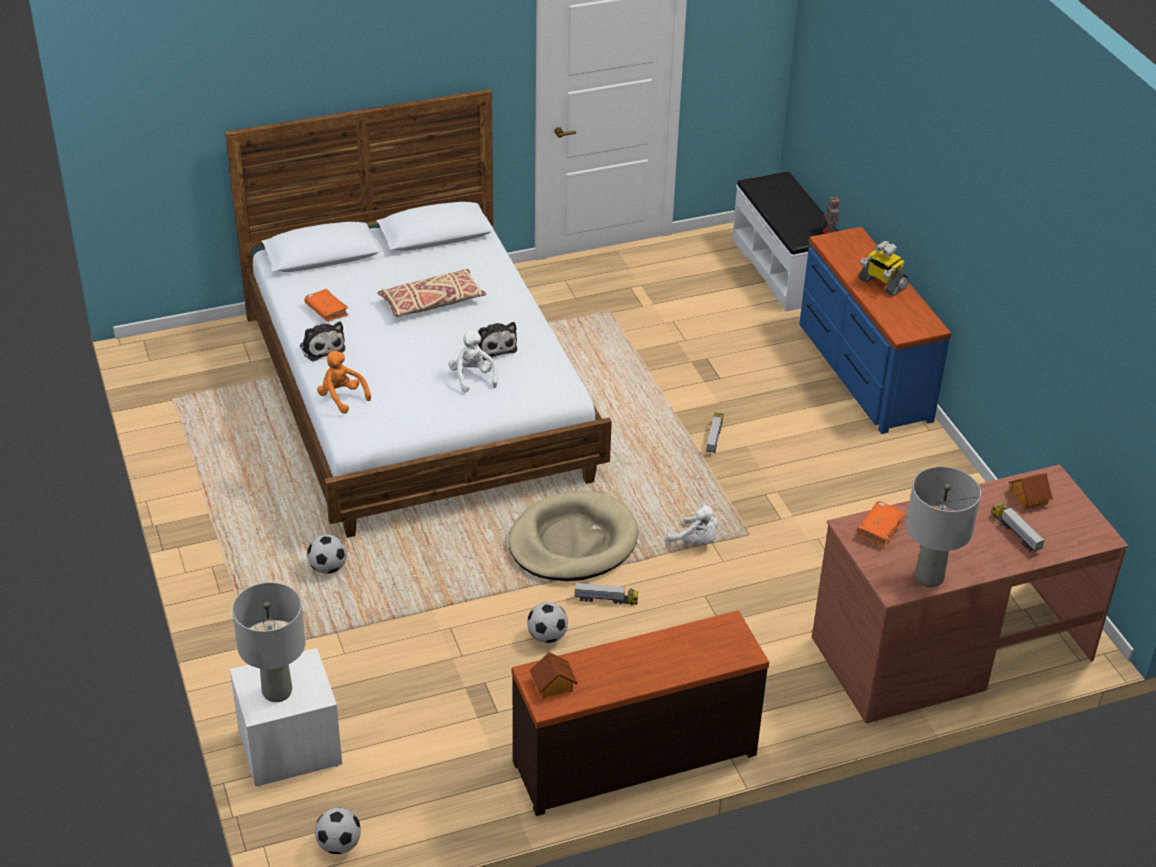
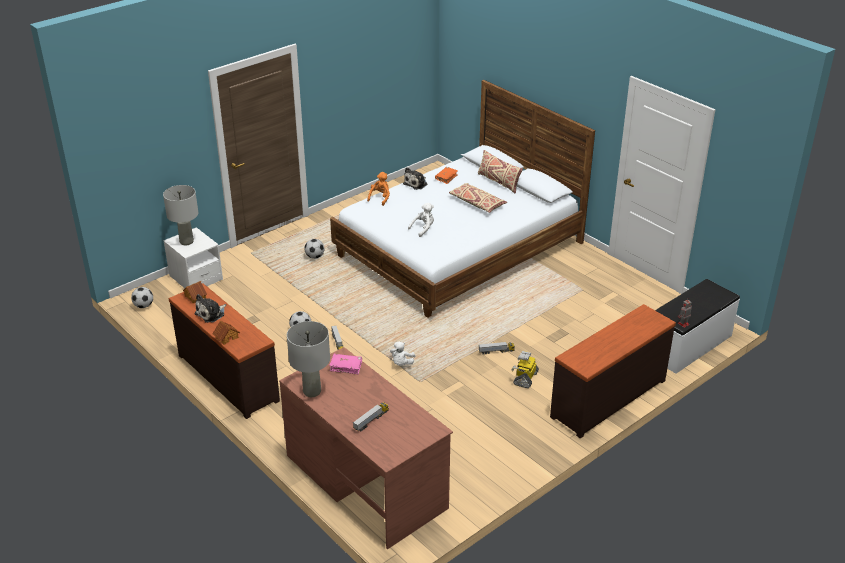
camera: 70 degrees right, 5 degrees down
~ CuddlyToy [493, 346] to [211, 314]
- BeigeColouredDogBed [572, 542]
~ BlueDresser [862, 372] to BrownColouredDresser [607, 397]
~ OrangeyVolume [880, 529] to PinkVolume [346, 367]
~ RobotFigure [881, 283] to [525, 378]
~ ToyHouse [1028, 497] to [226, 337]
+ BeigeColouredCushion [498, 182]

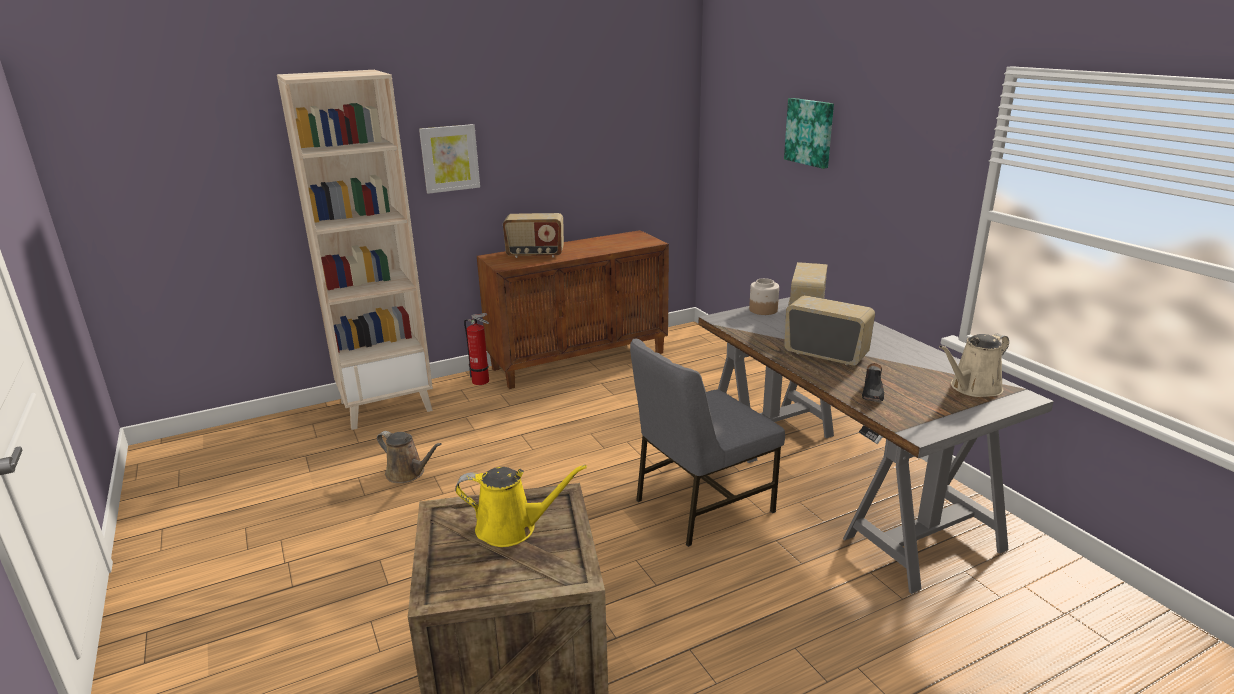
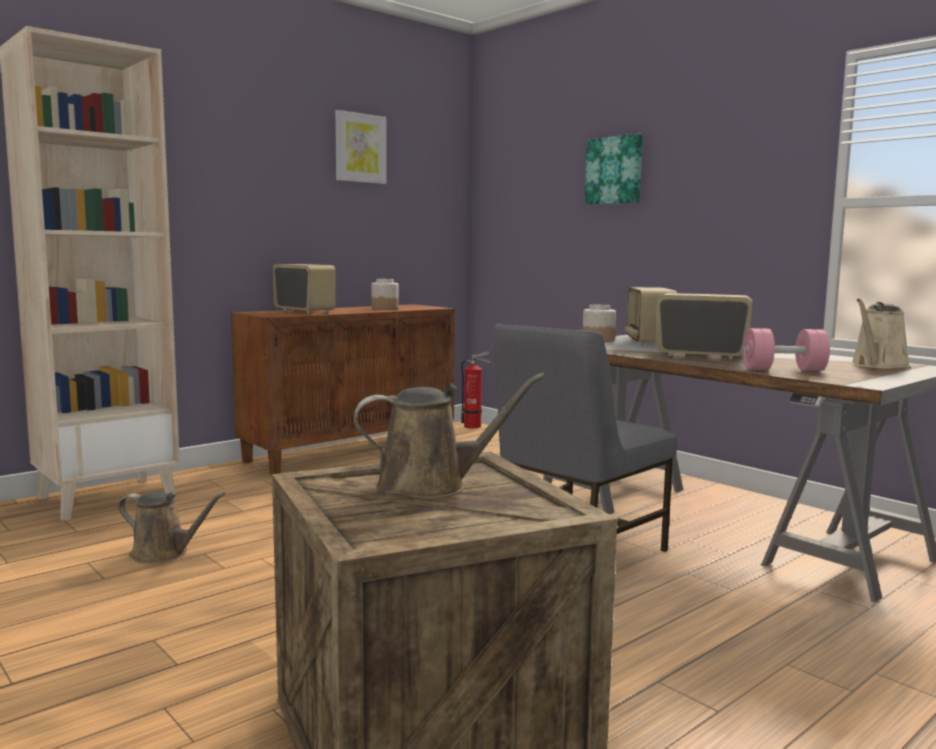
camera: 15 degrees left, 15 degrees down
~ WallPicture [449, 158] to [360, 148]
~ YellowishSprinklingCan [512, 528] to BrownColouredSprinklingCan [431, 485]
~ FireFightingCylinder [482, 381] to [475, 426]
~ RadioSet [535, 254] = [305, 311] 120 degrees counterclockwise
~ BlackLowShoe [872, 394] to PinkHandWeight [783, 370]
+ StorageJar [385, 308]

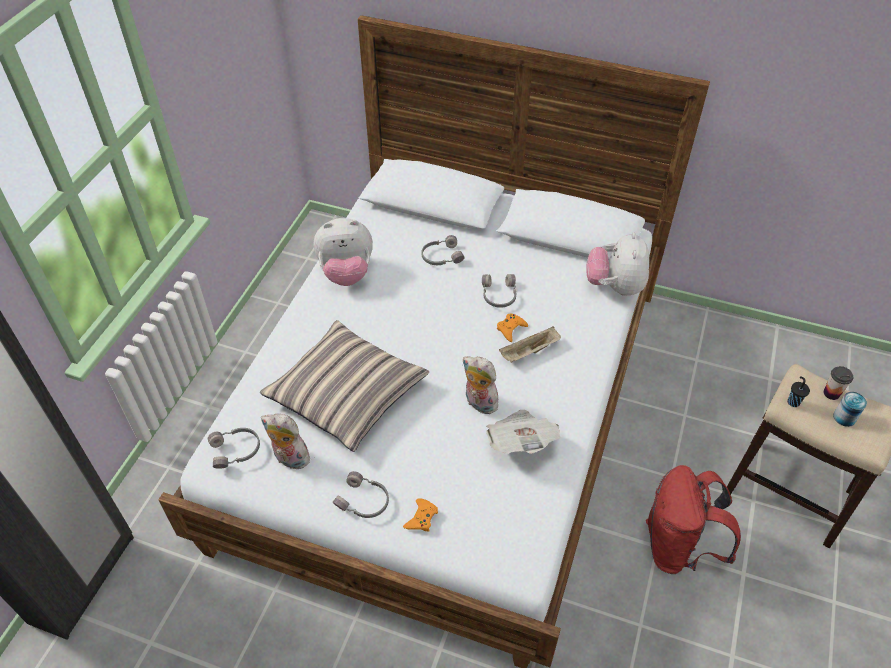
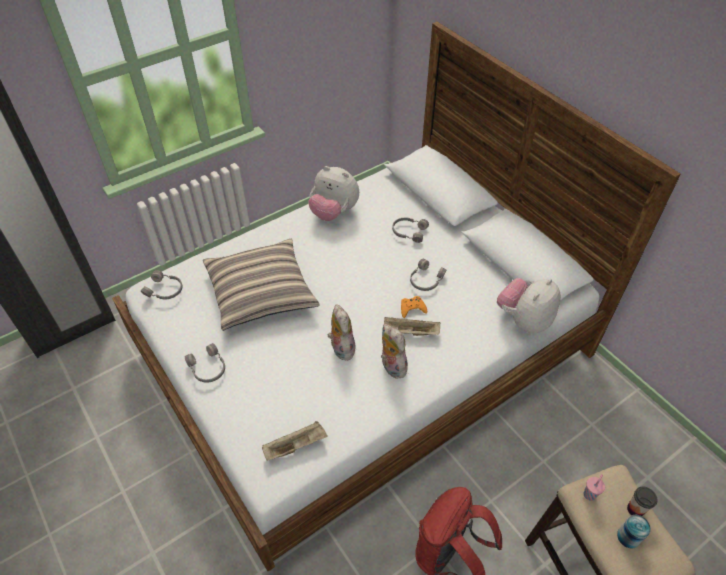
camera: 35 degrees right, 0 degrees up
~ CuddlyToy [289, 459] to [391, 366]
- OrangeyGamepad [421, 518]
- Newspaper [520, 442]
~ BlackDrinkingCup [793, 401] to PinkDrinkingCup [589, 494]
+ BeigeColouredServingTray [296, 446]

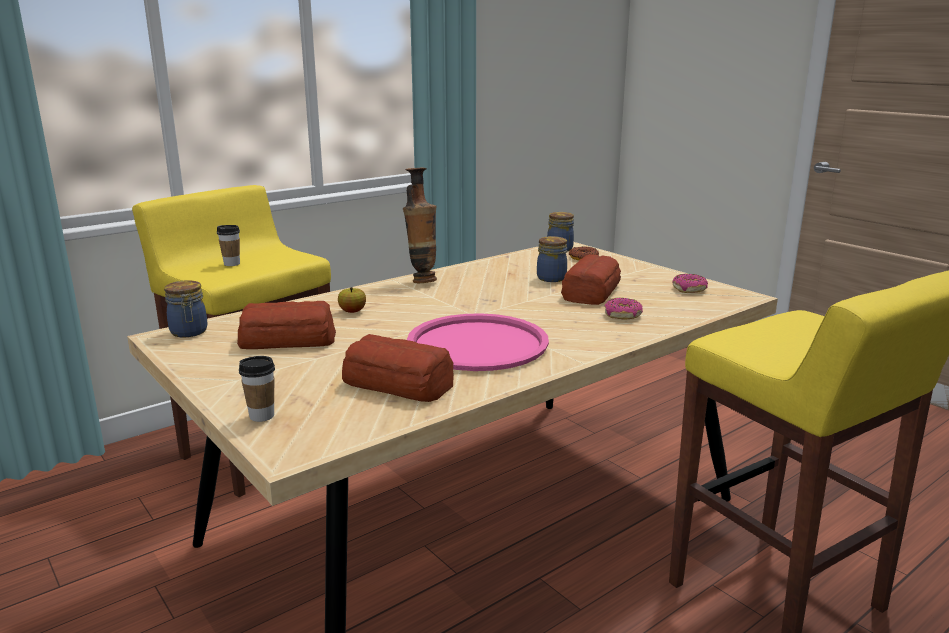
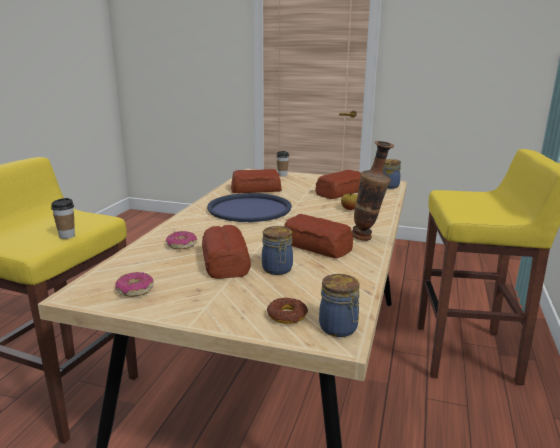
camera: 145 degrees right, 0 degrees up
~ DrinkingCup [232, 264] to [67, 236]
~ PinkServingTray [478, 344] to BlueServingTray [249, 209]
+ BakedBread [317, 246]

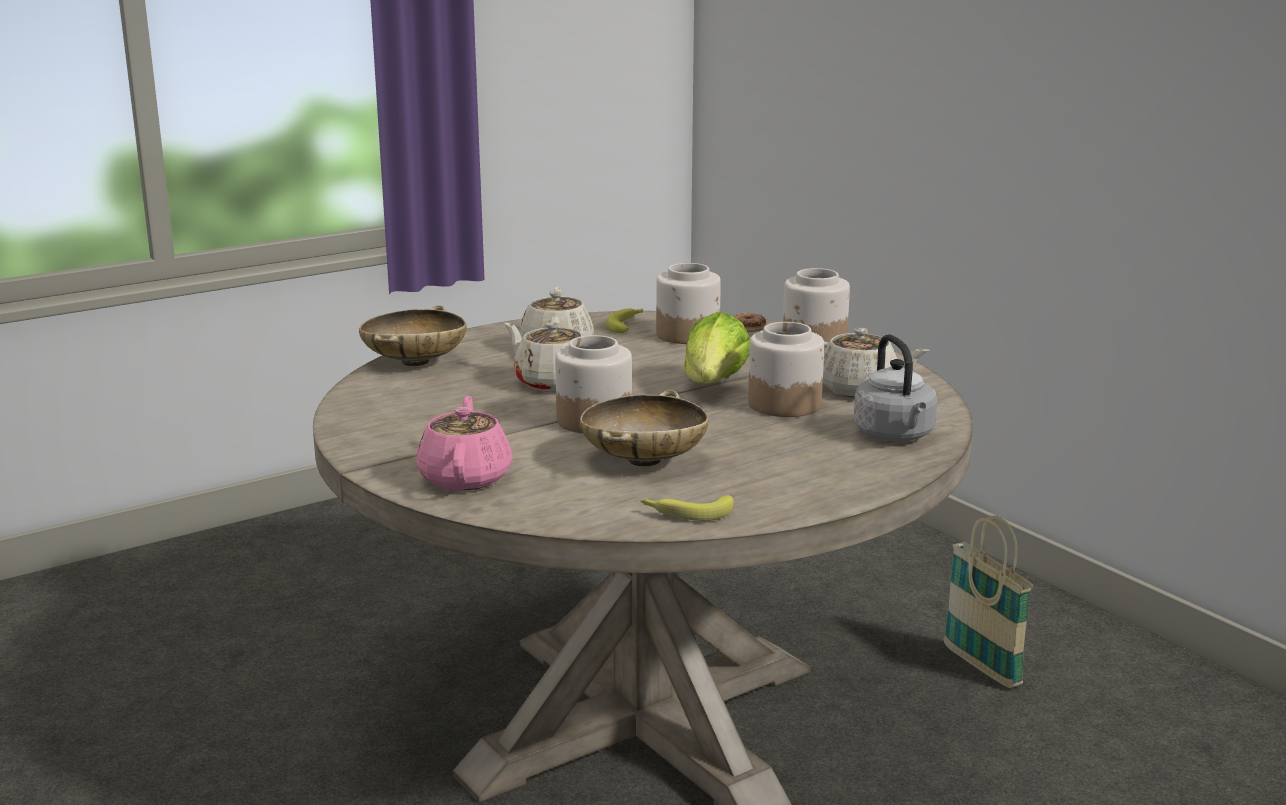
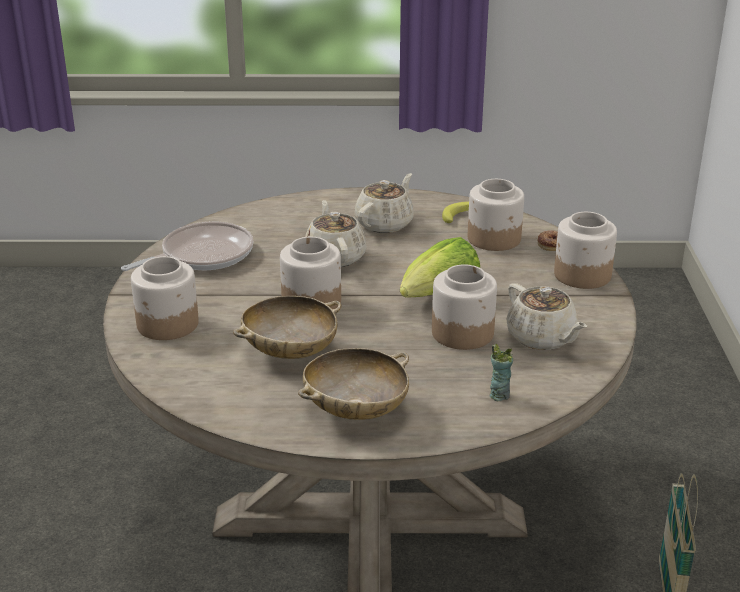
camera: 35 degrees right, 10 degrees up
~ BeigeColouredDeepDish [414, 362] to [355, 410]
~ PinkPotForTea [465, 477] to StorageJar [167, 325]
- WholeBanana [686, 513]
~ GreyishWaterKettle [895, 436] to DrinkingCup [499, 395]
+ Pan [202, 255]

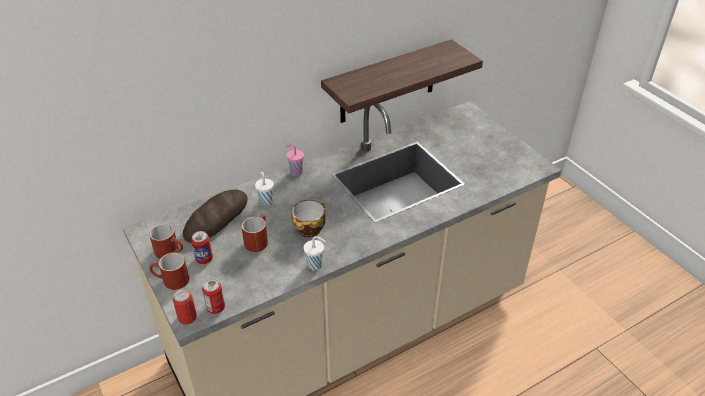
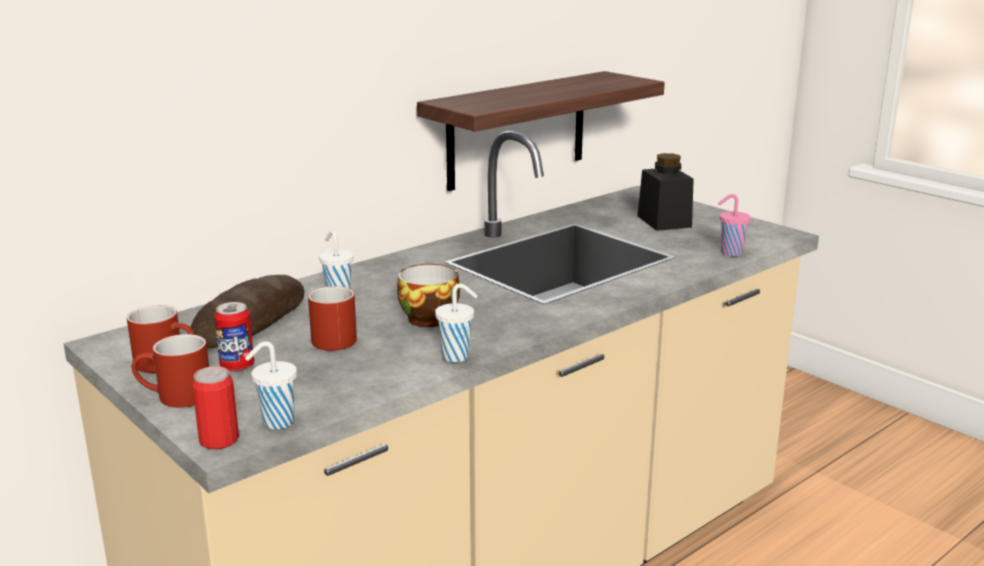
camera: 10 degrees left, 20 degrees down
~ MetalCan [216, 308] to WhitishDrinkingCup [276, 422]
~ PinkDrinkingCup [295, 172] to [730, 253]
+ BlackStorageJar [664, 221]

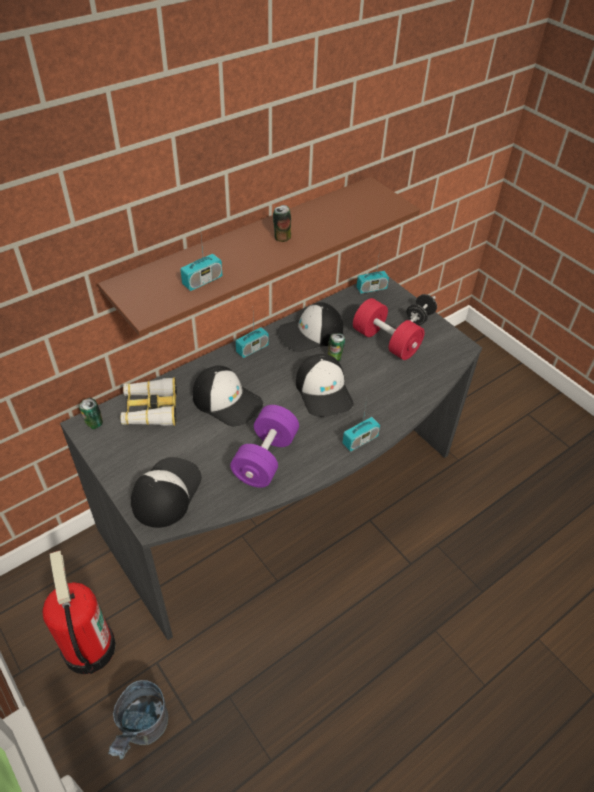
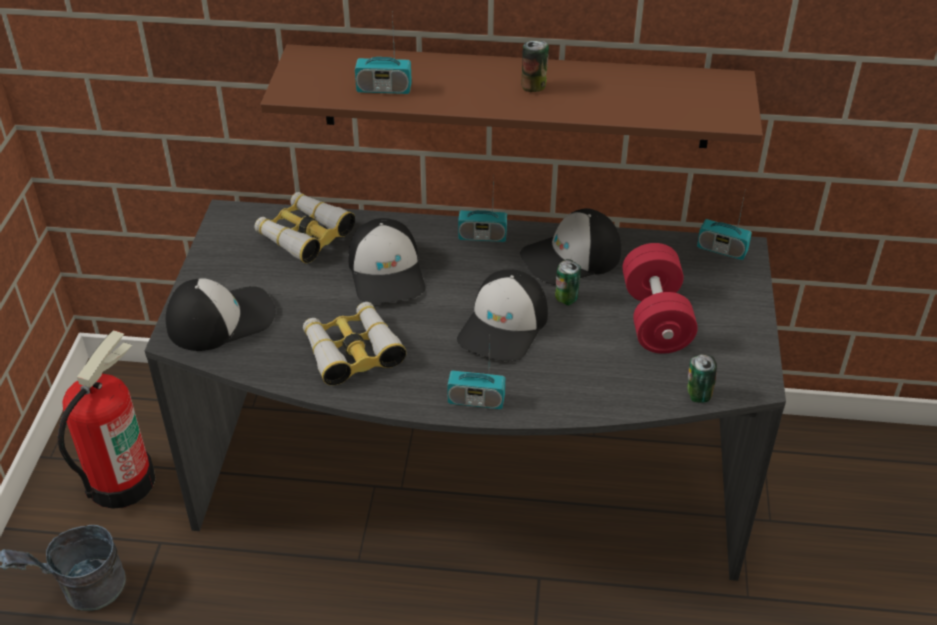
camera: 45 degrees right, 5 degrees down
~ MetalCan [94, 424] to [698, 395]
~ PurpleHandWeight [265, 458] to FieldGlasses [352, 351]
~ PeakedCap [310, 334] = [571, 258] 45 degrees counterclockwise
- BlackHandWeight [419, 318]

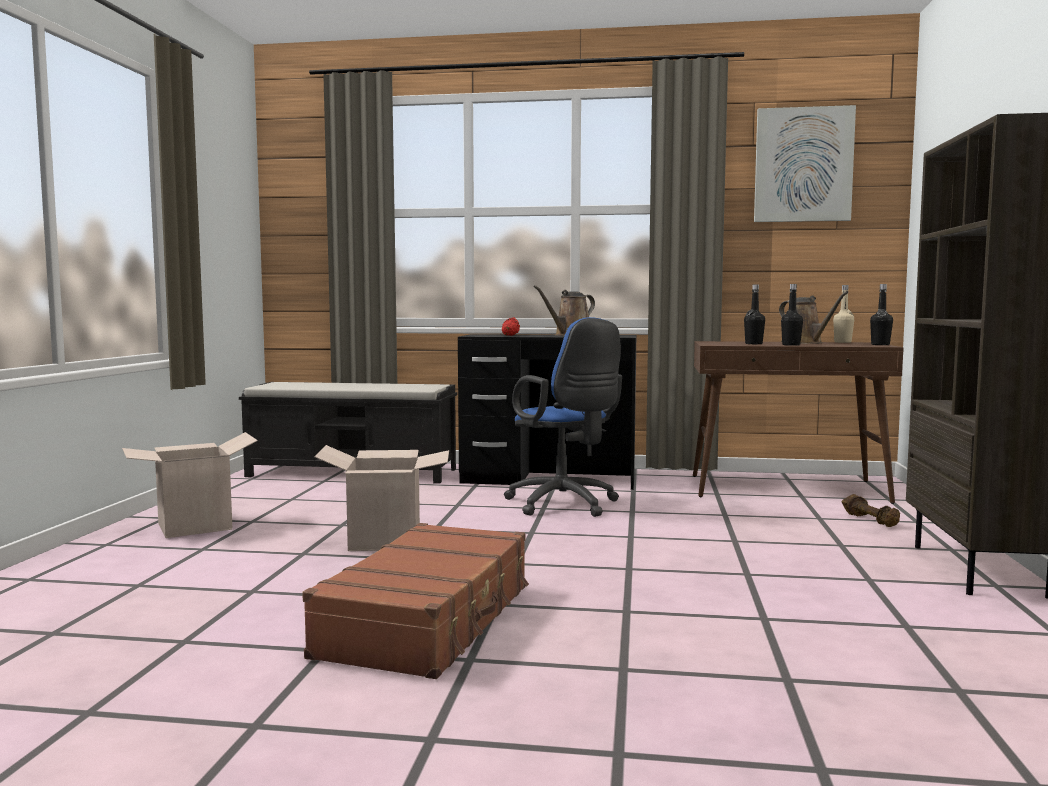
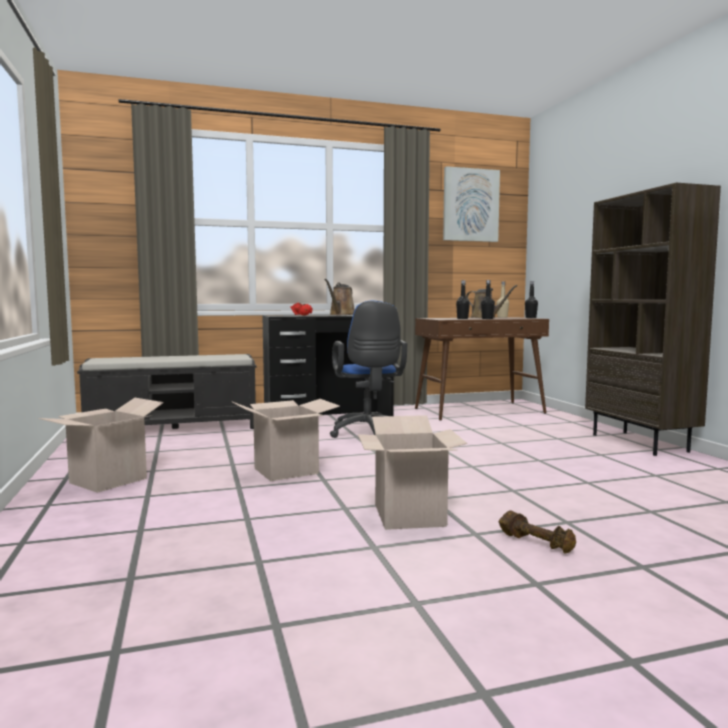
camera: 25 degrees left, 0 degrees up
~ BrownColouredSuitcase [429, 620] to CardboardBox [409, 516]
~ BlueDeskChair [565, 505] = [368, 433] 45 degrees clockwise
~ BrownColouredHandWeight [871, 521] to [537, 543]

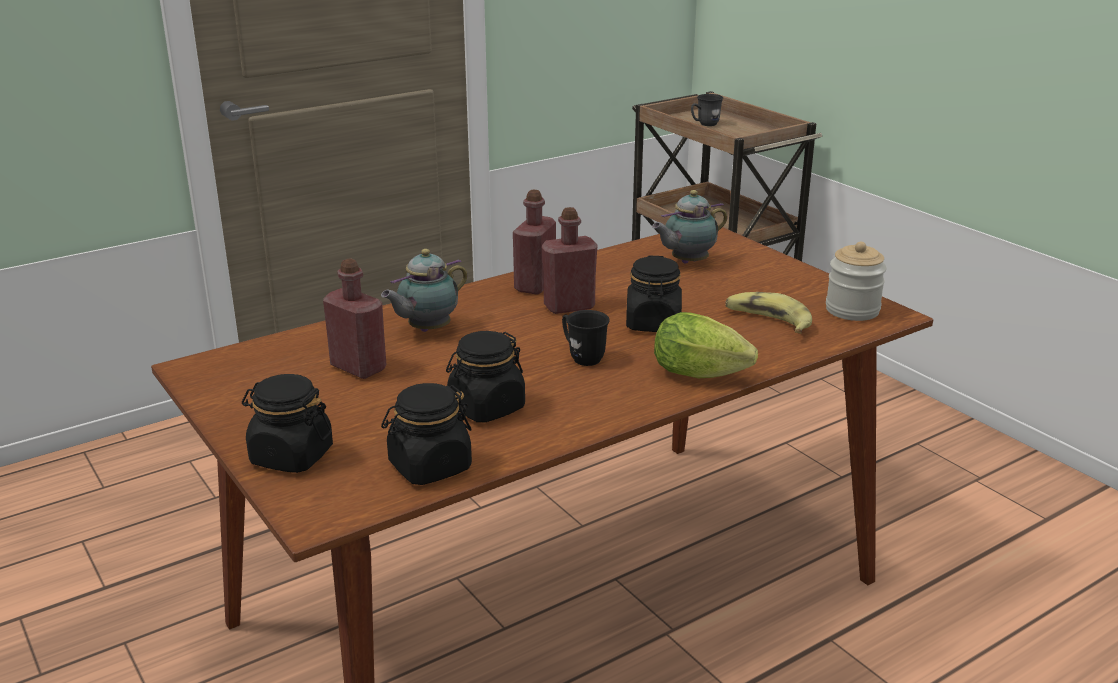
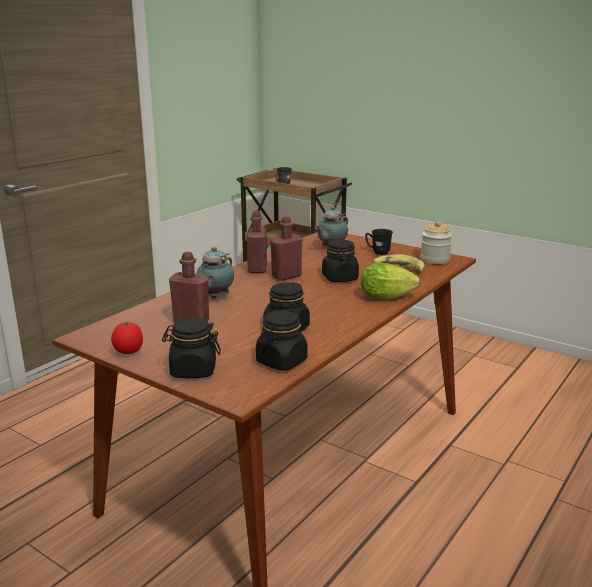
camera: 20 degrees left, 5 degrees down
~ BlackTeaMug [582, 357] to [377, 252]
+ Tomato [128, 352]

